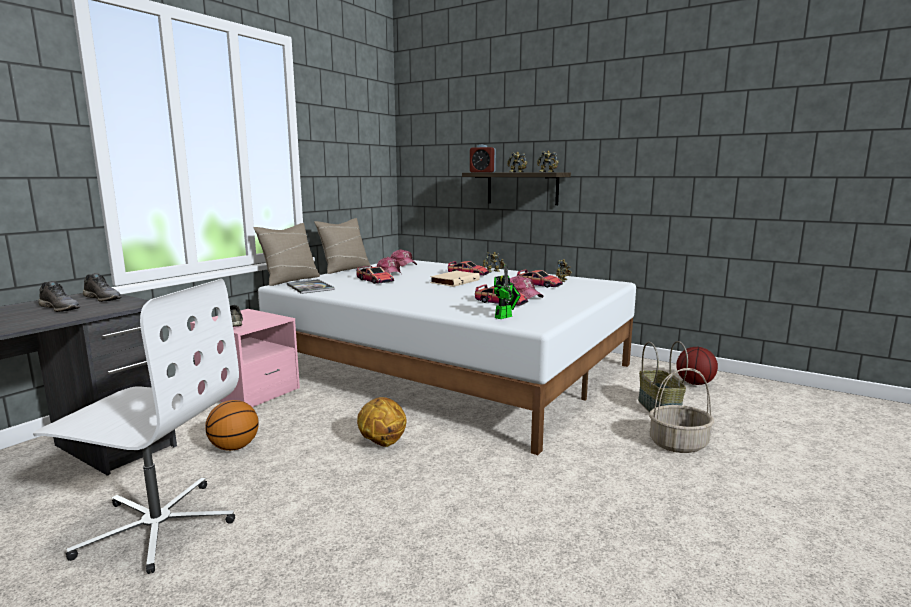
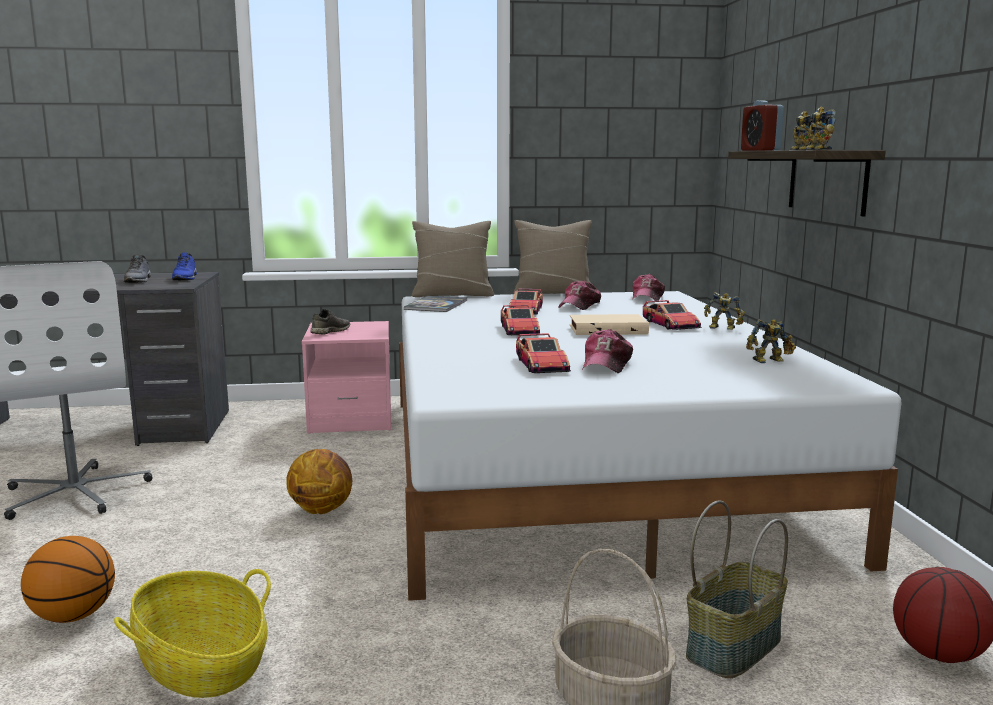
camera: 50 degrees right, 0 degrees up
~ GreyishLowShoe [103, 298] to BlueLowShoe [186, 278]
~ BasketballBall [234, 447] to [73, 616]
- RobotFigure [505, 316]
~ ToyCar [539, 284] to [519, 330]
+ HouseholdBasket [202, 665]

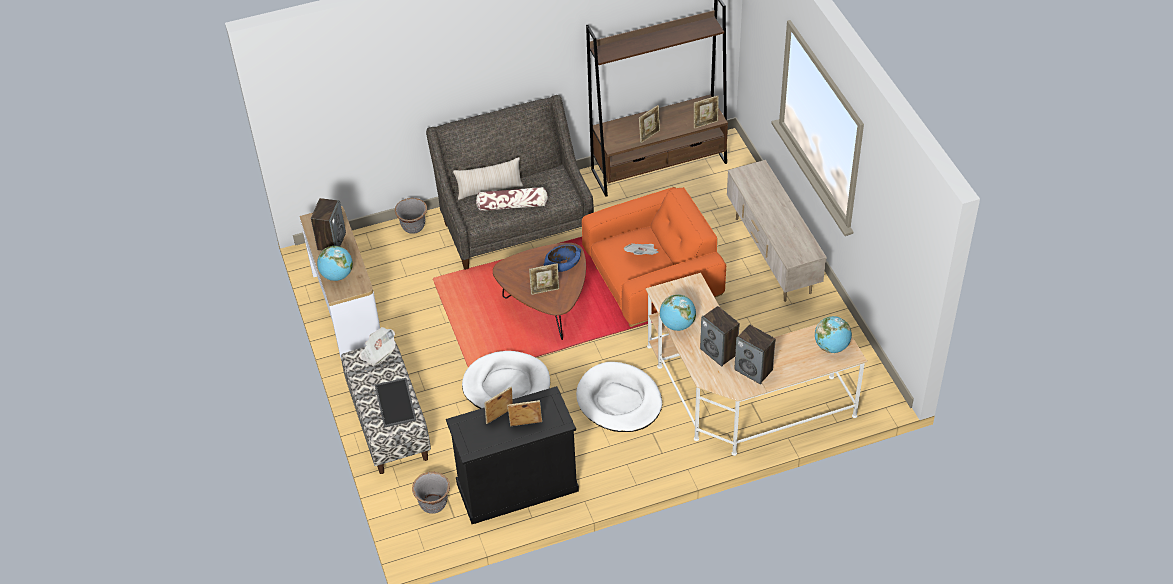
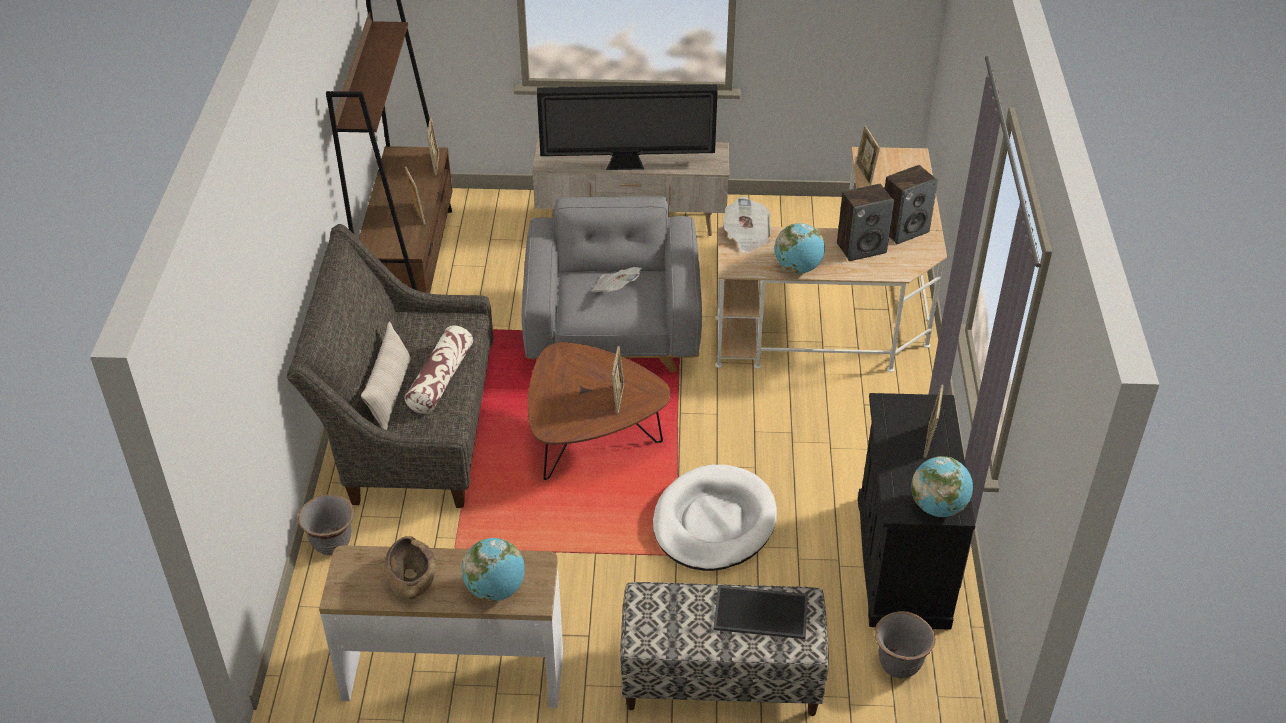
camera: 70 degrees left, 5 degrees down
~ Loudspeaker [331, 241] to BrownColouredDeepDish [411, 578]
~ Newspaper [378, 353] to [746, 236]
~ PictureFrame [500, 417] to [865, 174]
- BlueDeepDish [562, 264]
- WhitishDogBed [619, 400]
~ OrangeyEasyChair [652, 283] to GreyishEasyChair [613, 331]
~ WorldGlobe [831, 346] to [938, 507]
+ Television [627, 166]

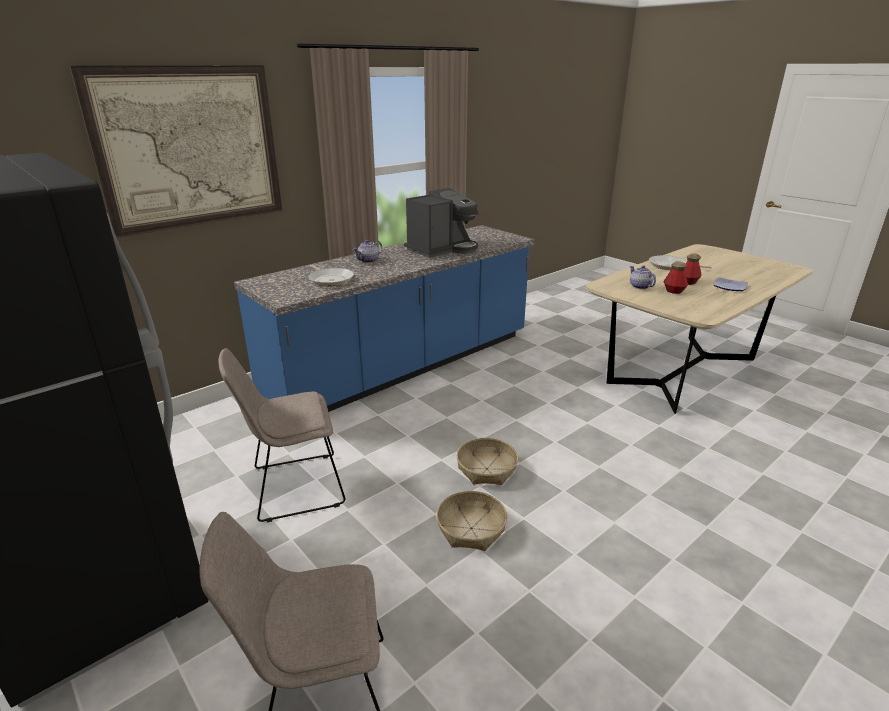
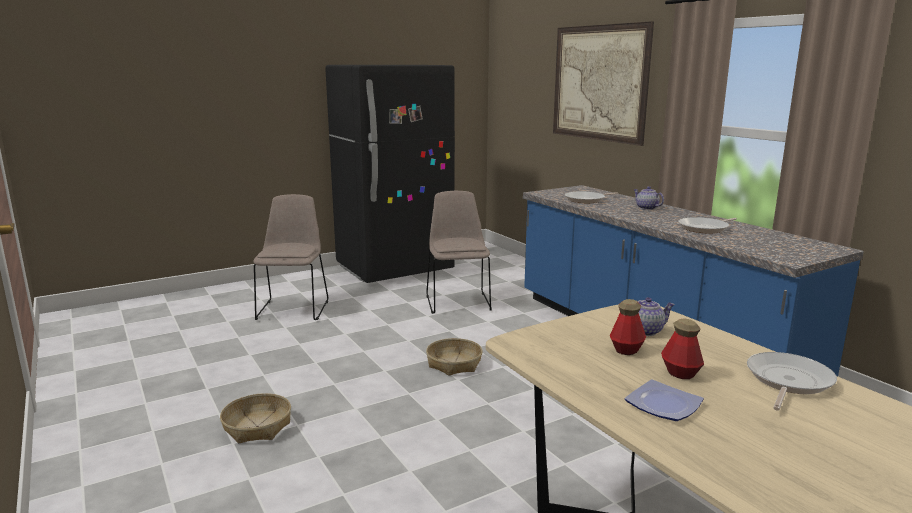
camera: 100 degrees right, 10 degrees down
~ CoffeeMachine [442, 249] to Pan [705, 228]
~ HouseholdBasket [471, 528] to [257, 426]

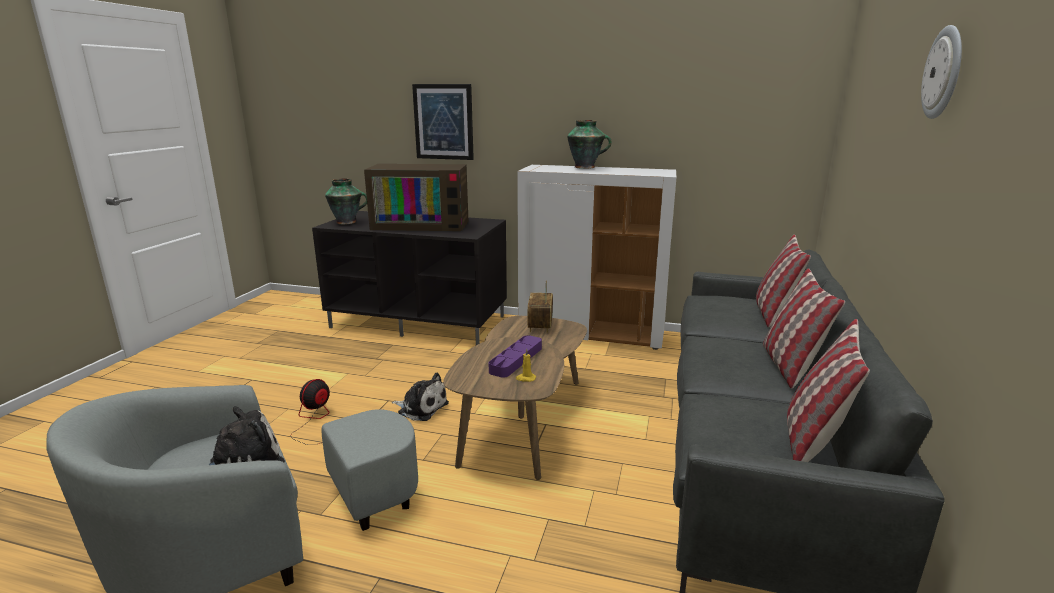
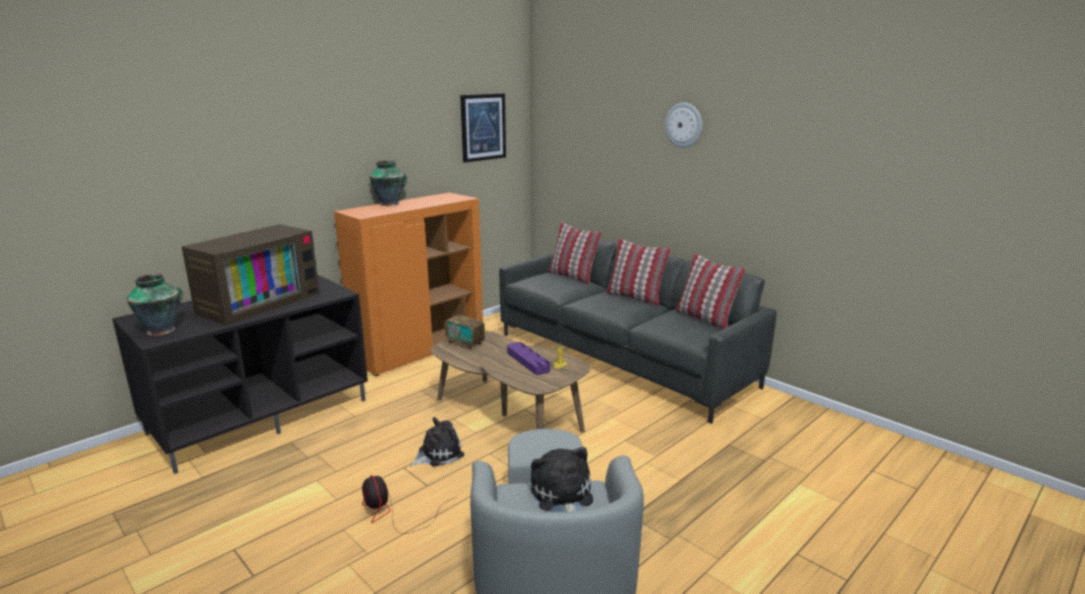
camera: 60 degrees left, 0 degrees up
~ WallPicture [443, 122] to [483, 127]
~ WhitishCupboard [592, 333] to OrangeyCupboard [420, 350]

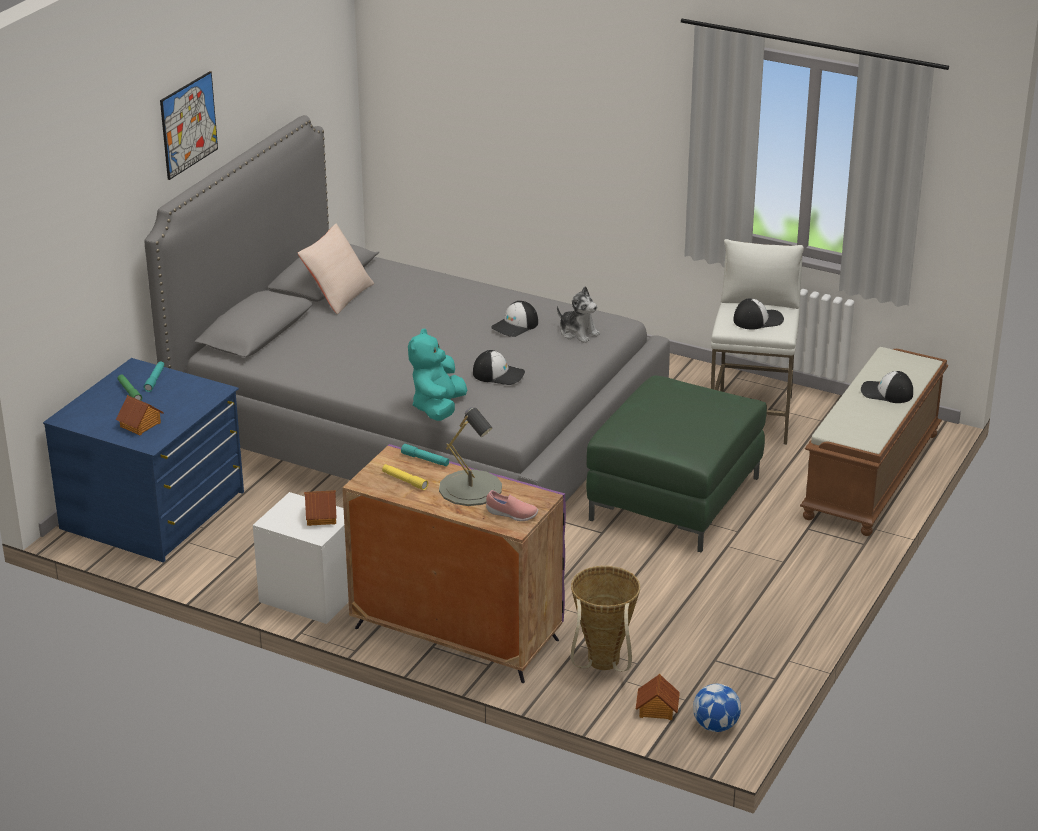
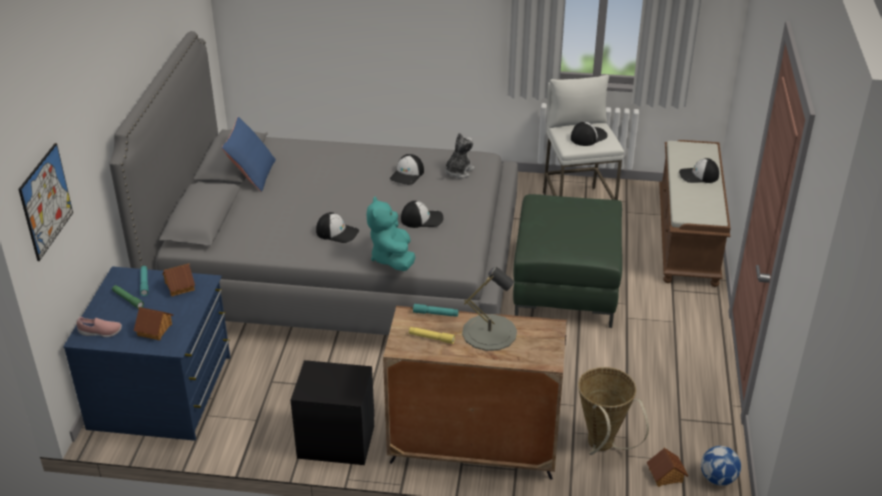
camera: 20 degrees left, 5 degrees up
~ WallPicture [188, 125] to [46, 201]
~ WhitishNightTable [311, 594] to BlackNightTable [336, 440]
~ BeigeColouredCushion [338, 294] to BlueCushion [252, 174]
~ ToyHouse [320, 516] to [179, 286]
~ PurpleCupboard [455, 634] to BrownColouredCupboard [472, 447]
~ PinkLowShoe [511, 515] to [100, 333]
~ CuddlyToy [578, 333] = [458, 171] 75 degrees counterclockwise
+ PeakedCap [337, 232]

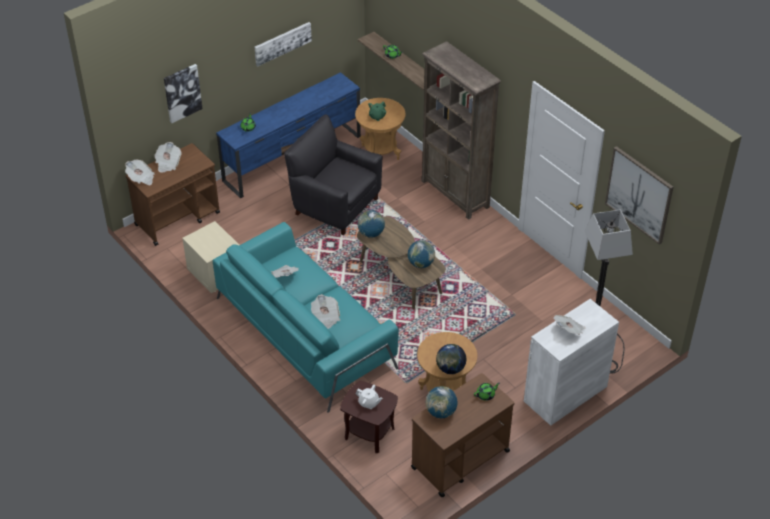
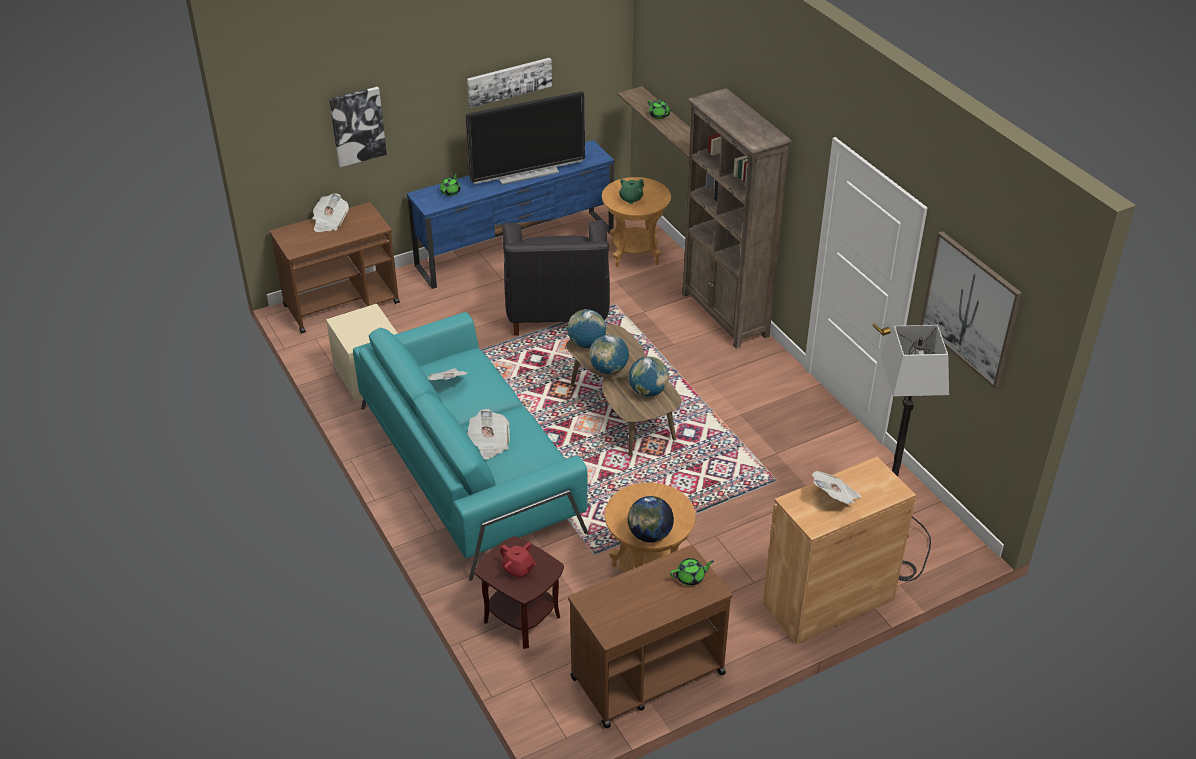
camera: 10 degrees right, 5 degrees down
- Newspaper [141, 178]
~ BlackEasyChair [335, 205] = [556, 311] 135 degrees counterclockwise
~ WhitishPotForTea [368, 403] to RedColouredPotForTea [518, 569]
~ WorldGlobe [441, 412] to [609, 369]
~ WhitishCupboard [565, 394] to BrownColouredCupboard [828, 601]
+ Television [527, 174]

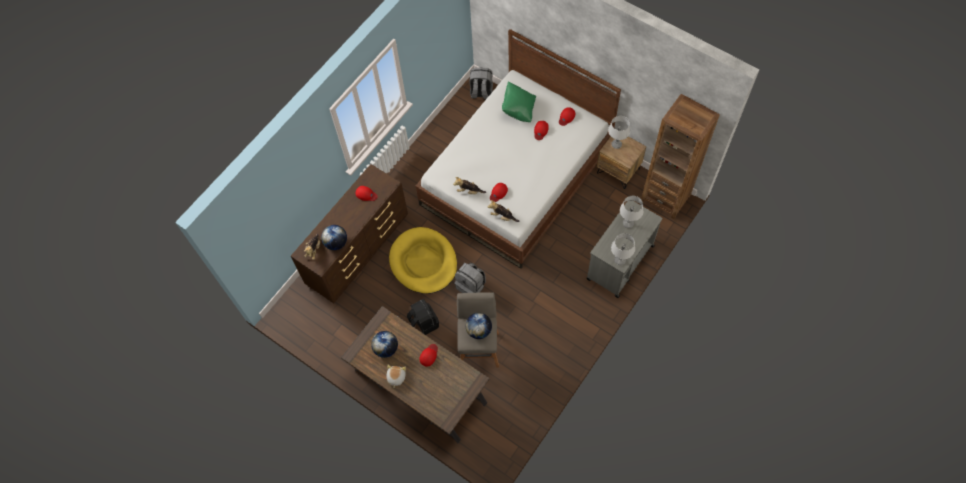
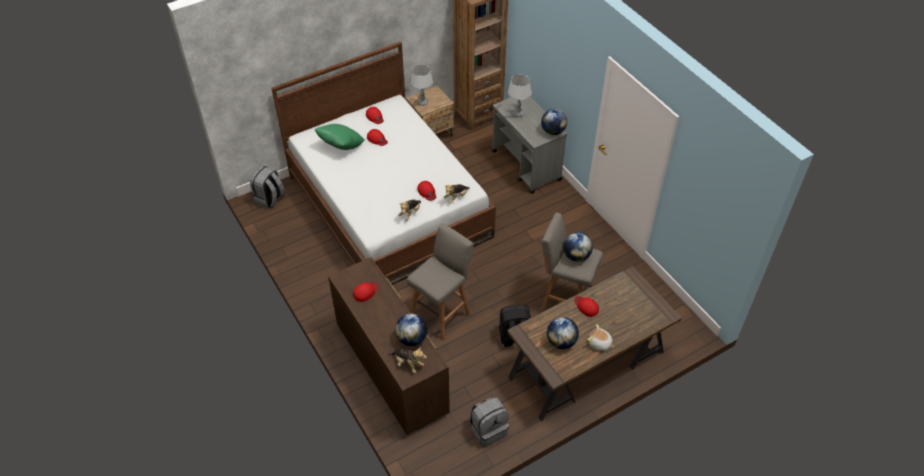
camera: 70 degrees left, 15 degrees down
~ YellowishDogBed [423, 262] to GreyishSittingStool [441, 314]
~ GreyishBackpack [471, 286] to [488, 430]
~ GreyishTabletopLamp [620, 260] to WorldGlobe [553, 131]

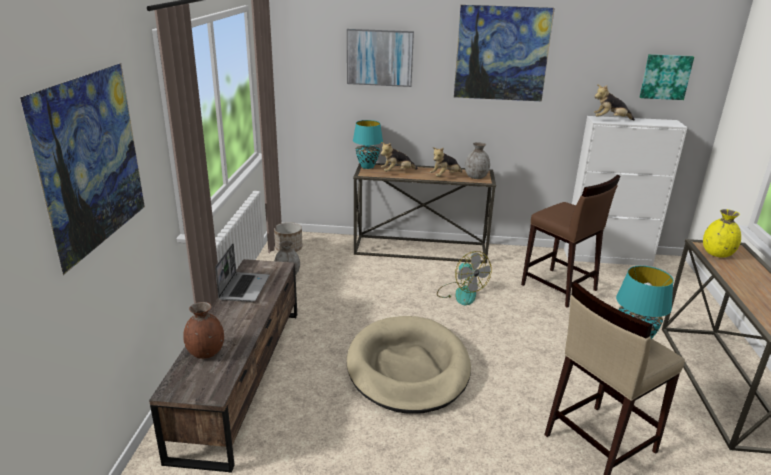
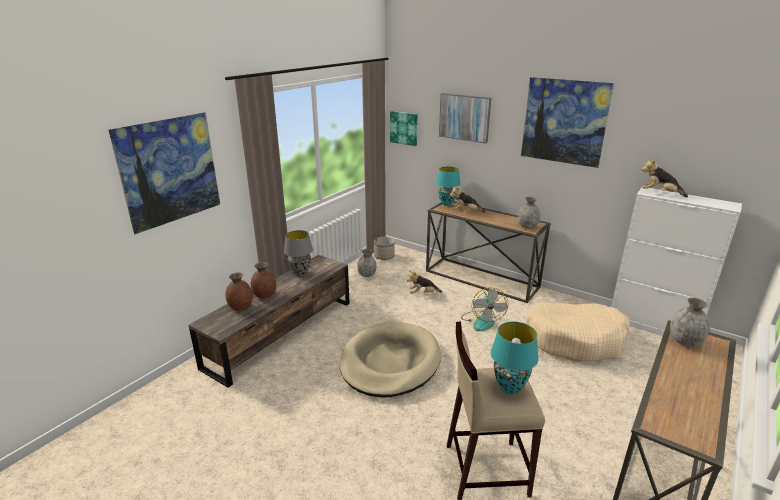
camera: 30 degrees right, 0 degrees up
~ Laptop [244, 288] to GreyishTabletopLamp [300, 273]
~ CuddlyToy [445, 176] to [423, 294]
~ BrownColouredSittingStool [559, 288] to BeigeColouredDogBed [574, 339]
~ WallPicture [665, 76] to [404, 128]
~ YellowishVase [717, 254] to GreyishVase [685, 341]
+ BrownColouredVase [265, 295]

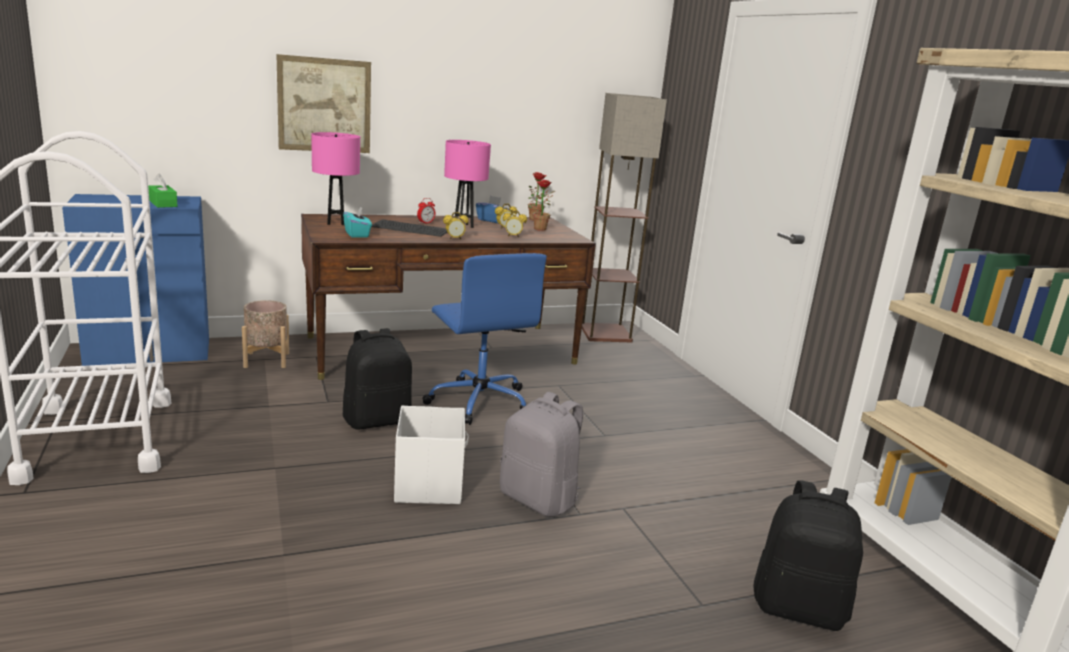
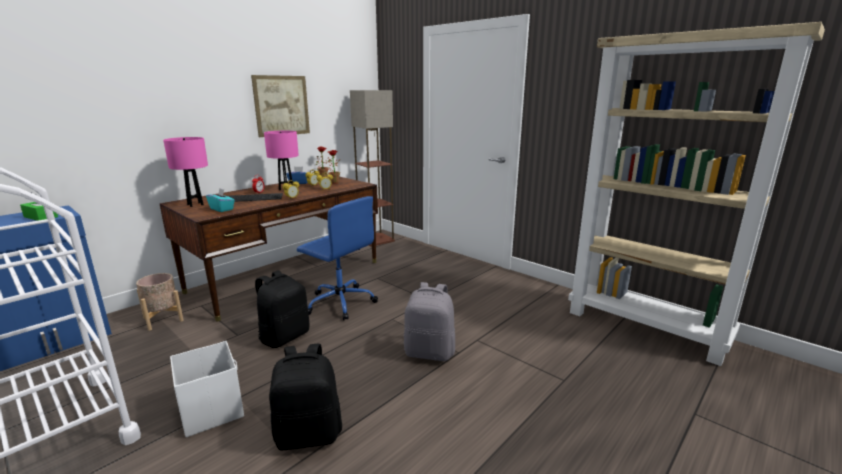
camera: 25 degrees left, 0 degrees up
~ WallPicture [324, 105] to [281, 105]
~ WhitishStorageContainer [429, 485] to [212, 409]
~ BlackBackpack [799, 608] to [309, 433]

